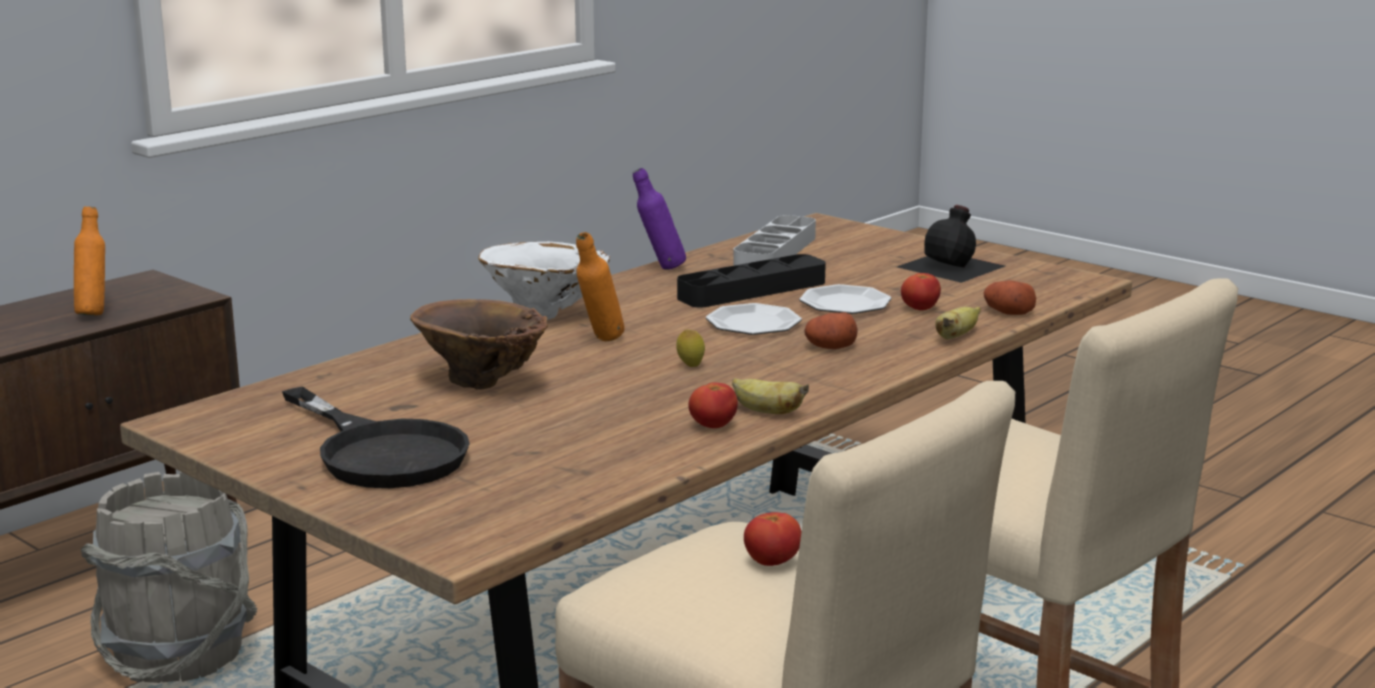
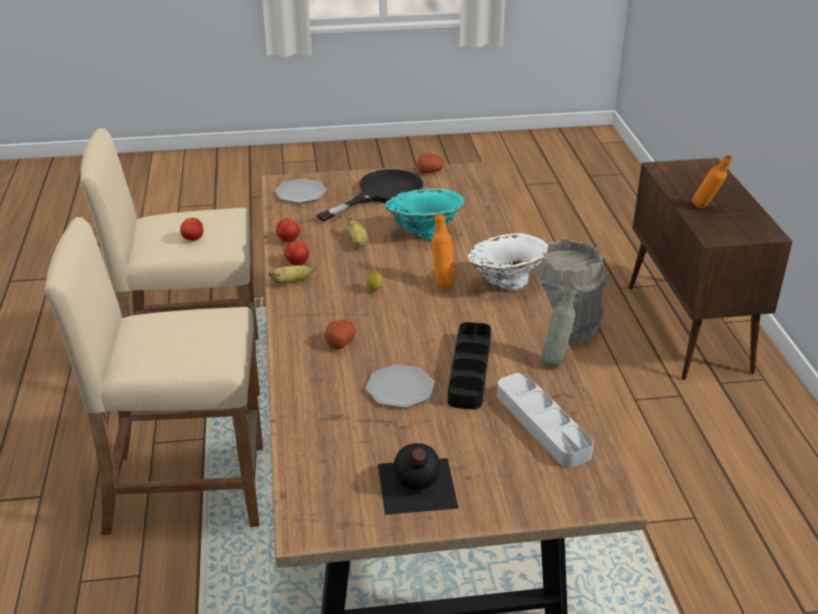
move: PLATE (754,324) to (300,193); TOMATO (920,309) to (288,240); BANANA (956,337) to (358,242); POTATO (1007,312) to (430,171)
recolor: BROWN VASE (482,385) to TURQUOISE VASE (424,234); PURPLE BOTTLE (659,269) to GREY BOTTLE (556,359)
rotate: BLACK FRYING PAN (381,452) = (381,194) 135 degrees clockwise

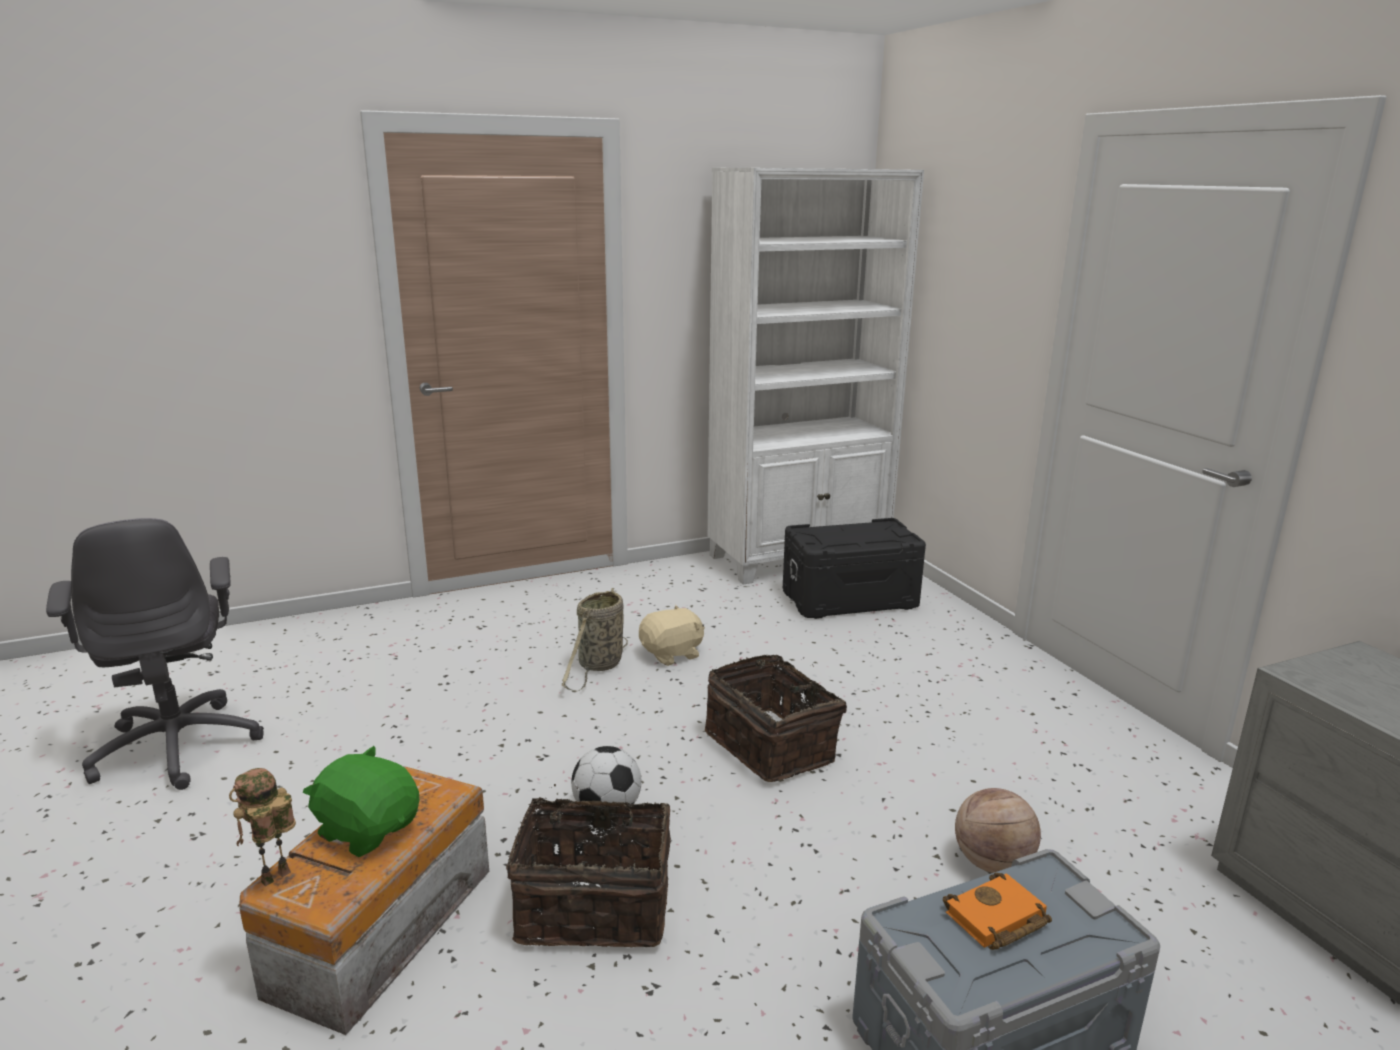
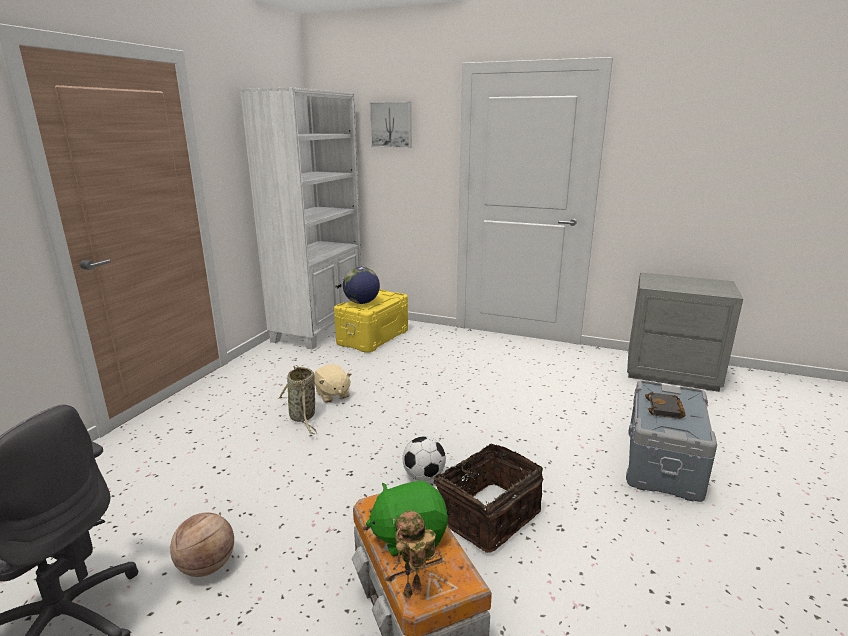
delete: BASKET (773,745)
insert: GLOBE (362,302); PICTURE (391,125)
move: BASKETBALL (992,863) to (206,566)
recolor: BLACK STORAGE BOX (850,599) to YELLOW STORAGE BOX (373,337); ORANGE BOOK (996,920) to BLACK BOOK (665,409)
rotate: TOY ROBOT (275,880) = (413,592) 45 degrees clockwise; BEIGE PLUSH TOY (672,654) = (332,395) 135 degrees clockwise

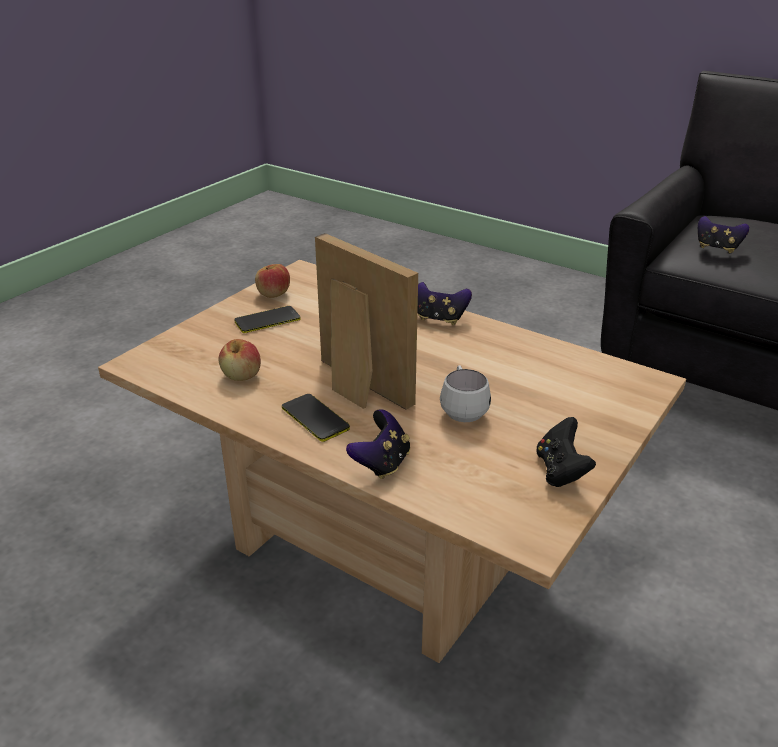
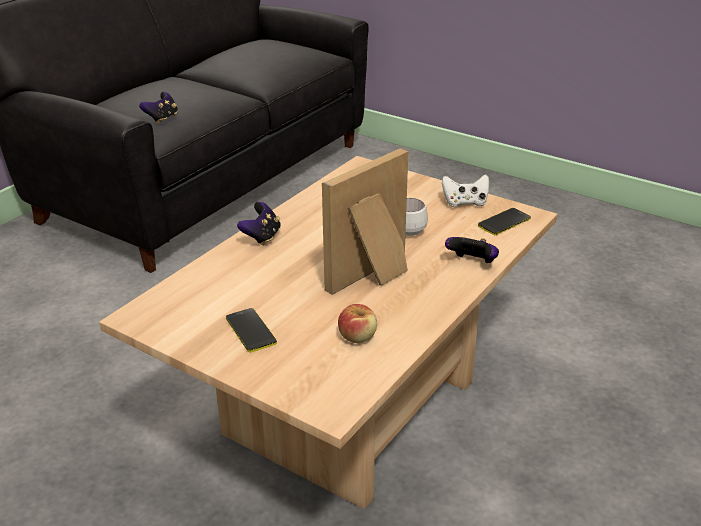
delete: APPLE (273,294)
move: PHONE (315,418) to (504,222)
recolor: BLACK GAME CONTROLLER (560,470) to WHITE GAME CONTROLLER (465,203)

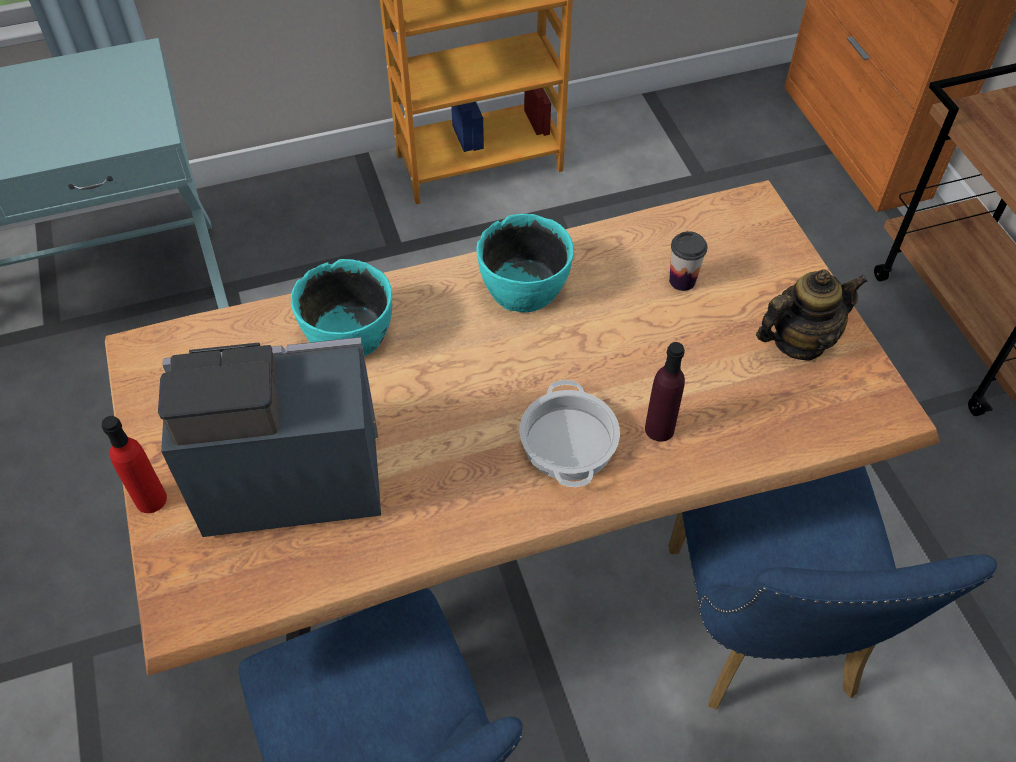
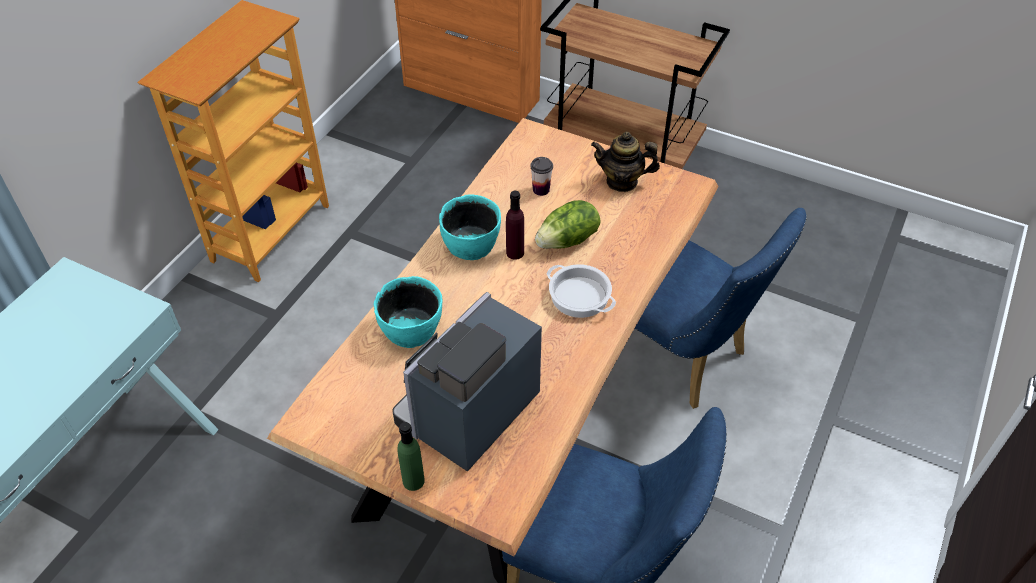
insert: LETTUCE (568,240)
move: PURPLE BOTTLE (659,429) to (515,252)
recolor: RED BOTTLE (151,499) to GREEN BOTTLE (413,481)
rotate: TEAPOT (799,341) = (622,181) 105 degrees counterclockwise

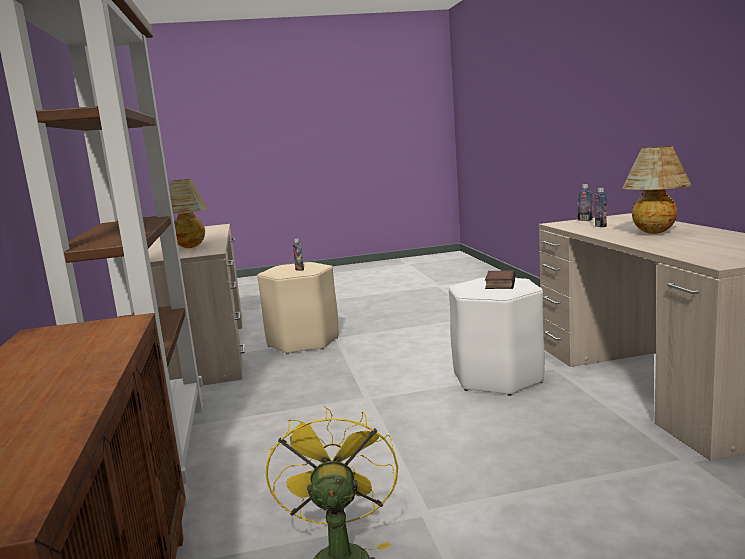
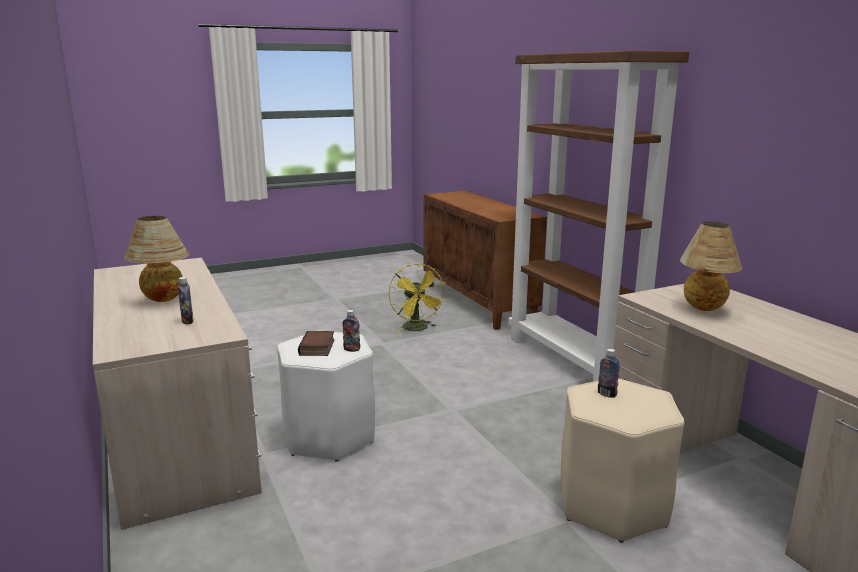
move: BOTTLE (585,220) to (351,349)

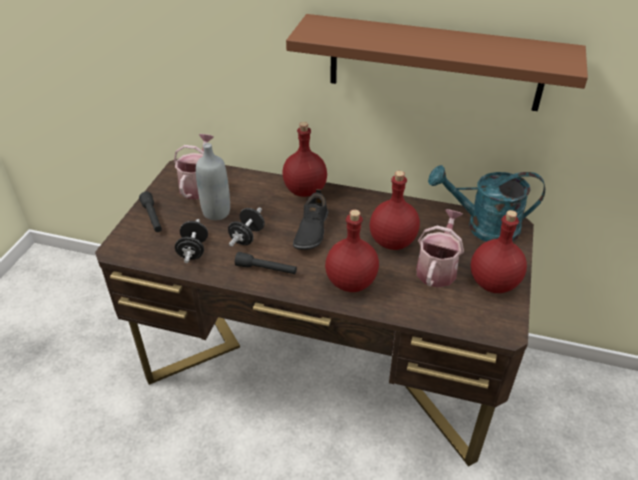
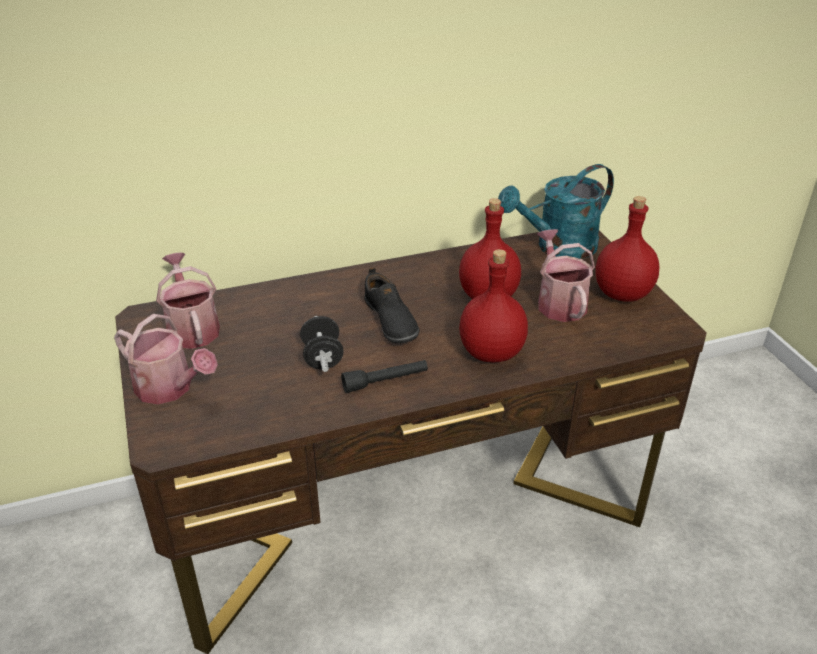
delete: BLACK DUMBBELL (193,250); GREY BOTTLE (216,212); RED BOTTLE (305,190); BROWN SHELF (435,63)
replace: BLACK FLASHLIGHT (152,217) to WATERING CAN (170,388)

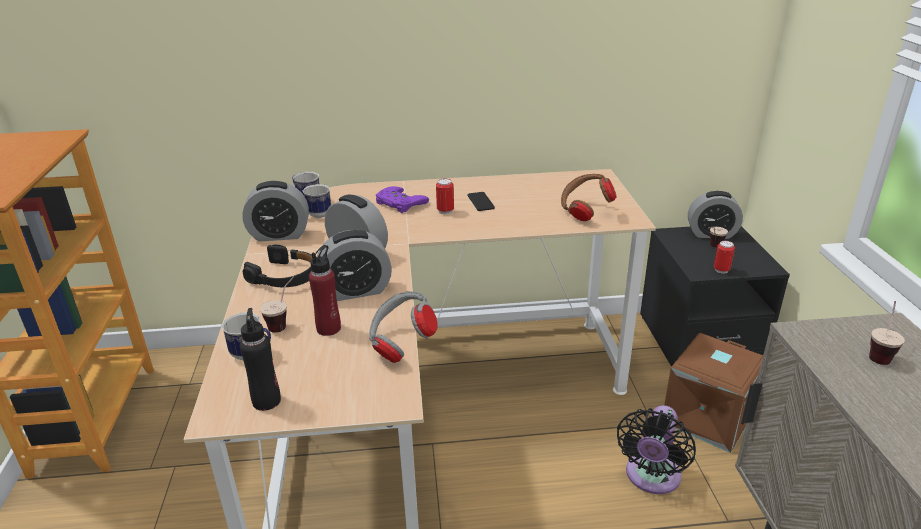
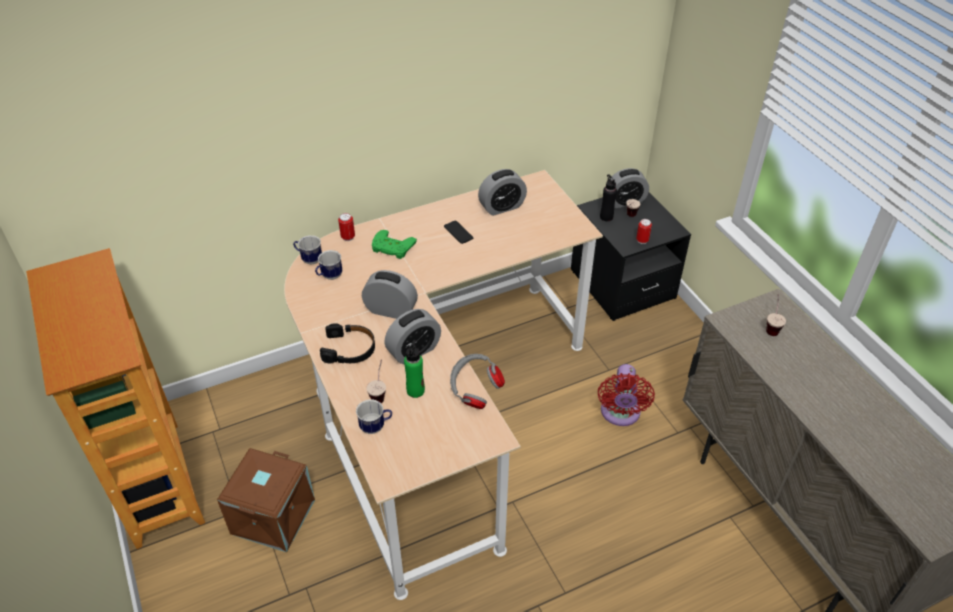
delete: BROWN HEADPHONES (584,212)
move: BLACK BOTTLE (266,401) to (606,217); ALARM CLOCK (279,235) to (502,207); CAN (445,211) to (348,237); BROWN STORAGE BOX (707,416) to (272,515)
recolor: RED BOTTLE (329,328) to GREEN BOTTLE (415,390); PURPLE GAME CONTROLLER (398,203) to GREEN GAME CONTROLLER (391,248); BLACK FAN (651,478) to RED FAN (620,414)

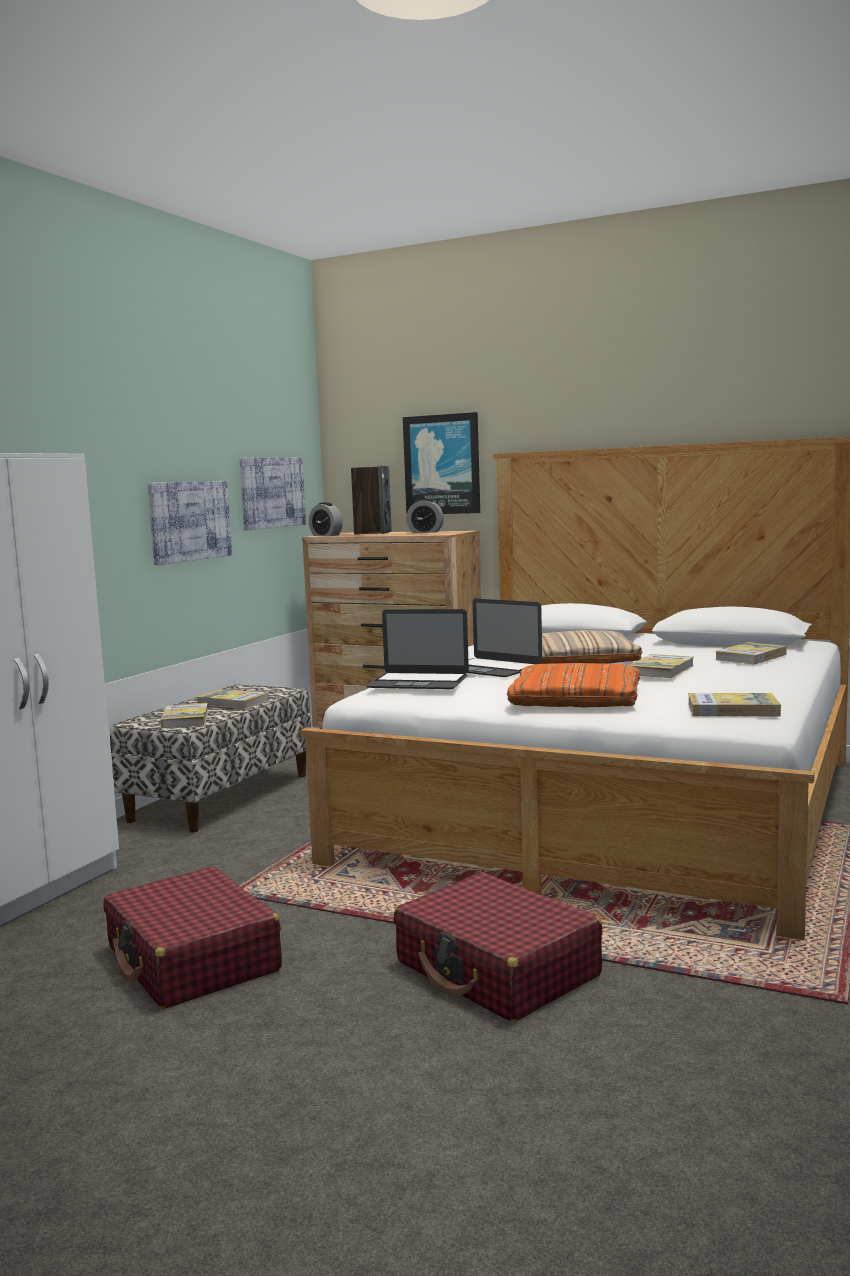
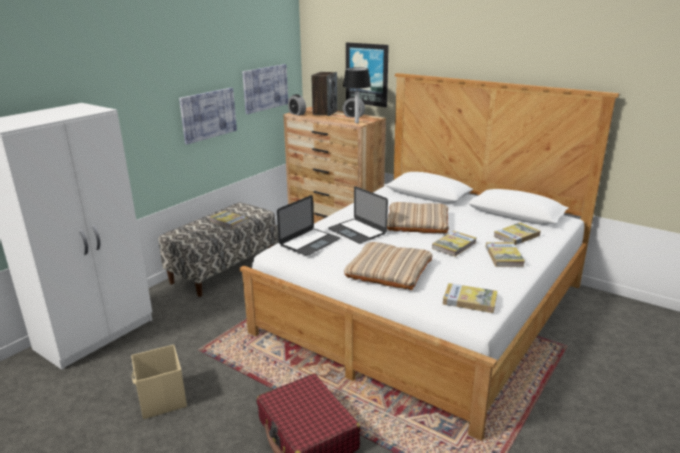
insert: TABLE LAMP (356,122)
move: BOOK (185,719) to (504,256)
replace: RED SUITCASE (192,960) to BEIGE STORAGE BOX (162,400)
recolor: ORANGE PILLOW (576,698) to BEIGE PILLOW (389,271)
rotate: LAPTOP (418,682) = (309,242) 75 degrees counterclockwise

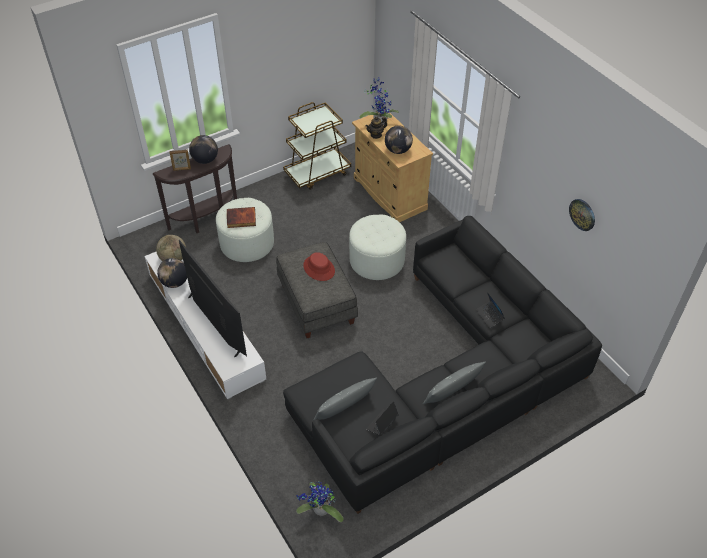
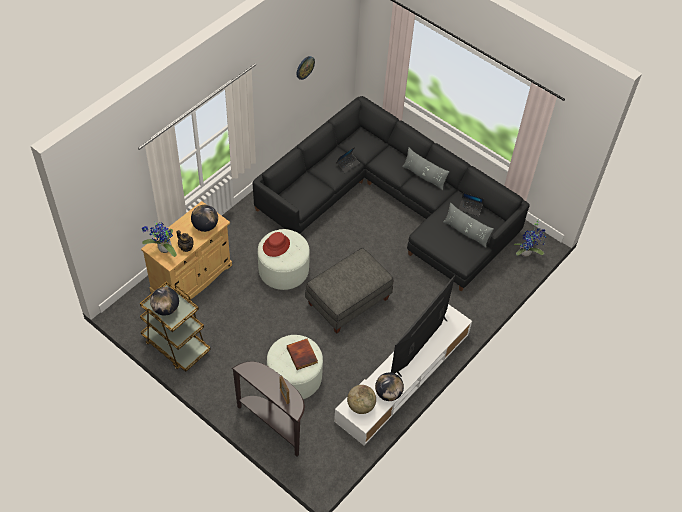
move: GLOBE (205,160) to (166,309); RED HAT (319,268) to (276,245)

